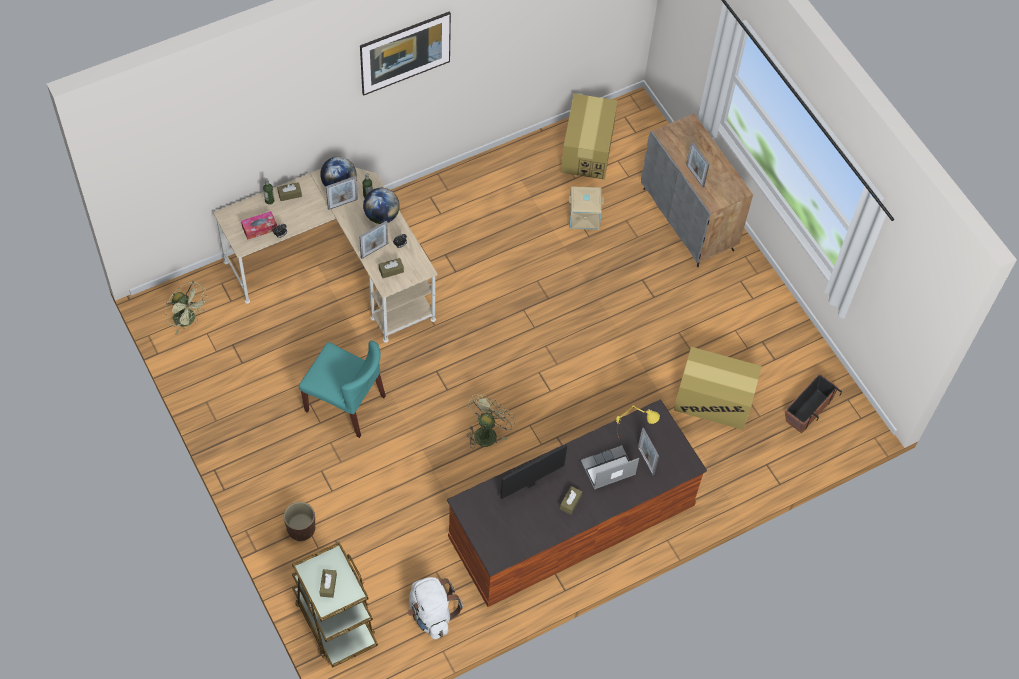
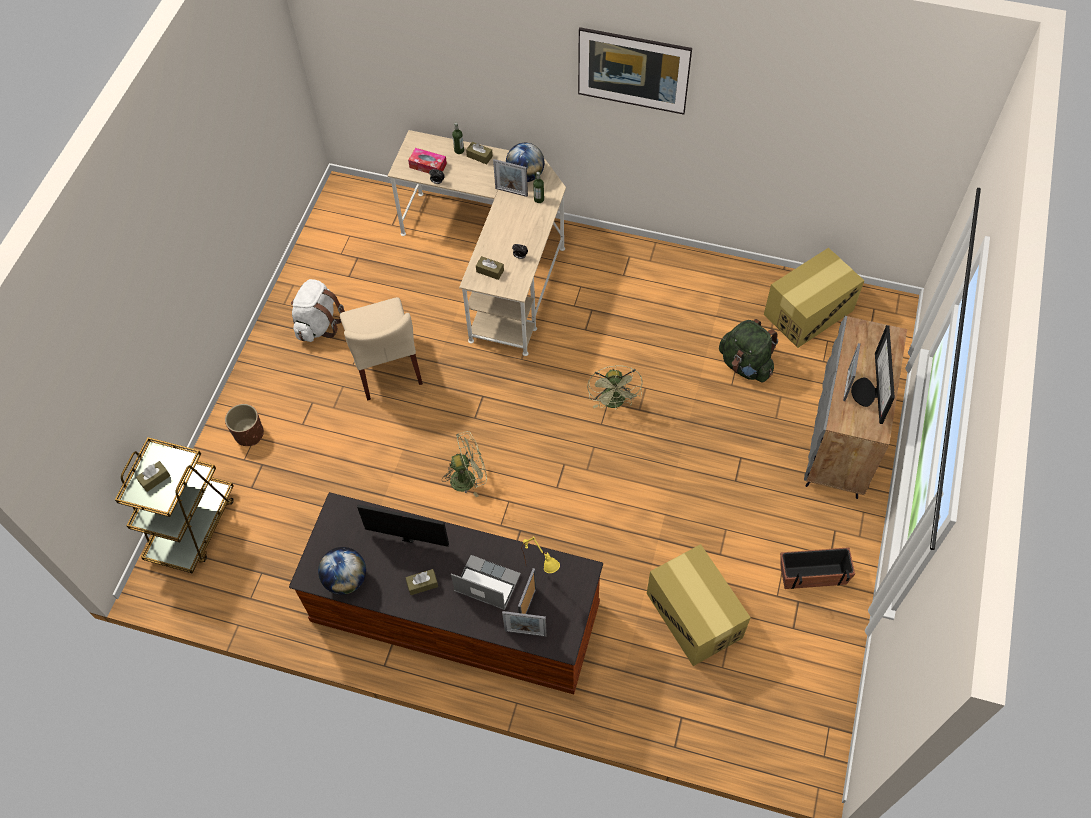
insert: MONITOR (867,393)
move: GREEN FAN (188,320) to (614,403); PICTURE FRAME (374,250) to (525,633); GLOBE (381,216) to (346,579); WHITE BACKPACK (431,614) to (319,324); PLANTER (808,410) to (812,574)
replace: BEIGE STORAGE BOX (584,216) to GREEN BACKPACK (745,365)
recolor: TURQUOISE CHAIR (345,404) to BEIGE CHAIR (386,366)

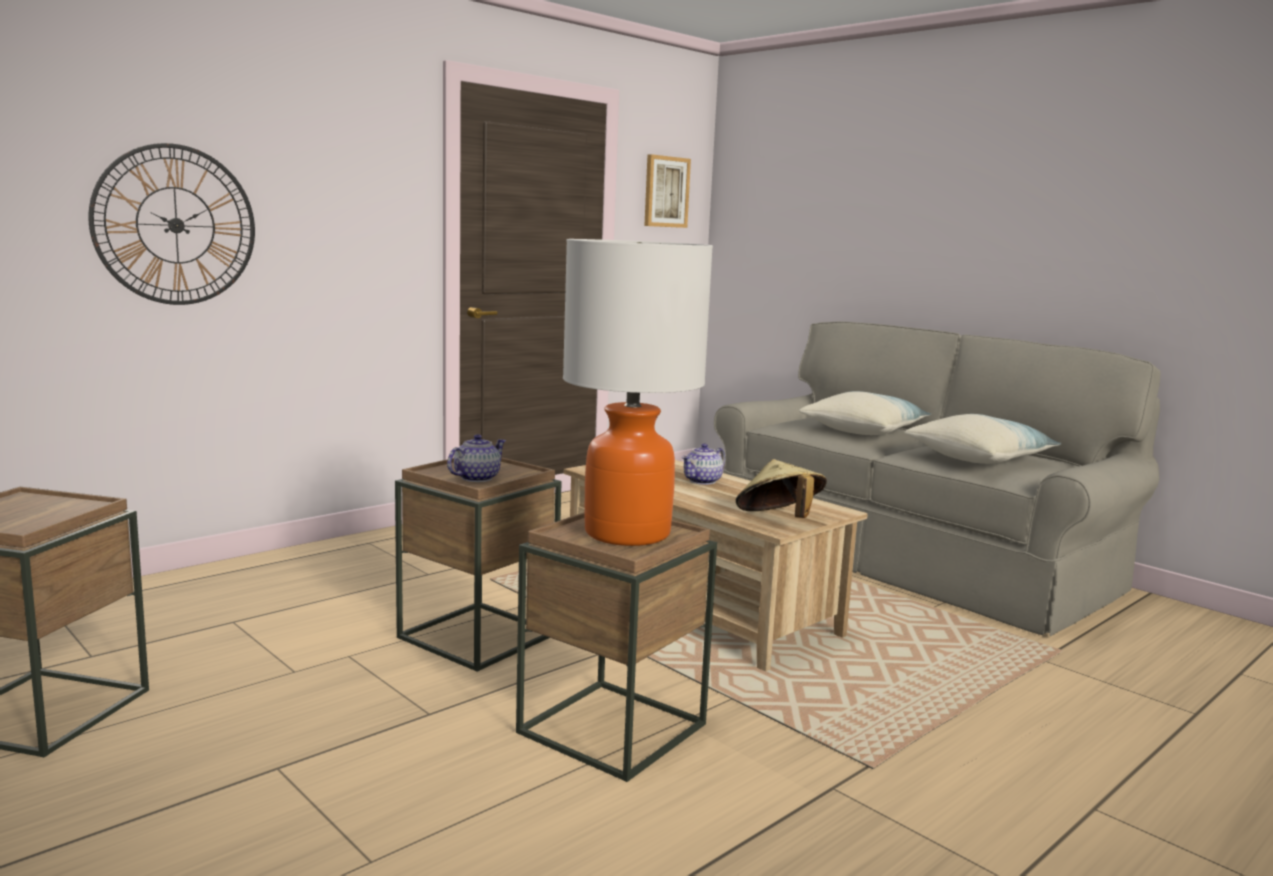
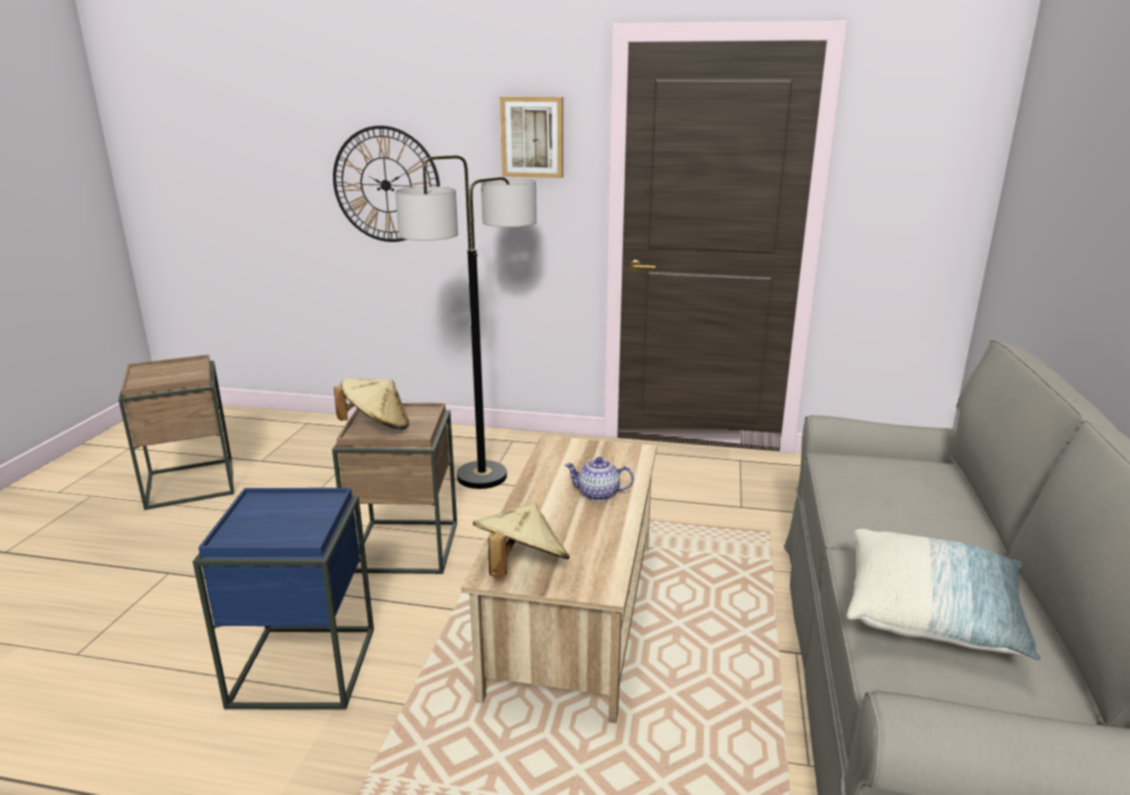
delete: TABLE LAMP (627,533); PILLOW (863,430)
insert: FLOOR LAMP (482,476)
move: PICTURE (666,192) to (532,137)
replace: TEAPOT (476,478) to BEIGE HAT (377,426)
recolor: BROWN SIDE TABLE (612,729) to BLUE SIDE TABLE (303,667)

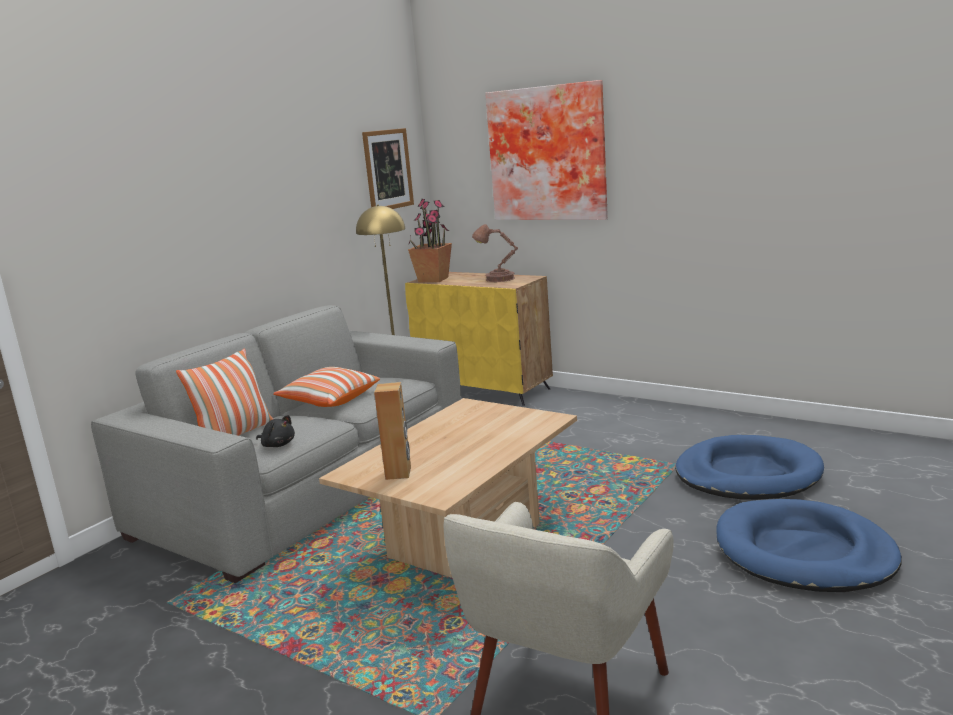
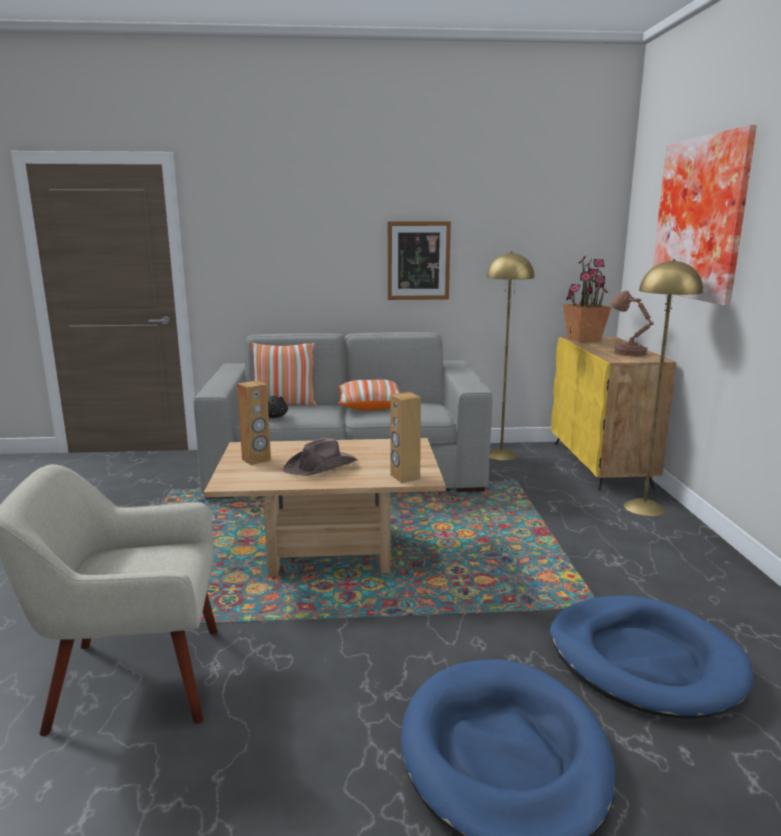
insert: BROWN HAT (322,466); BROWN SPEAKER (404,477); YELLOW FLOOR LAMP (644,507)
move: PICTURE (388,170) to (418,261)

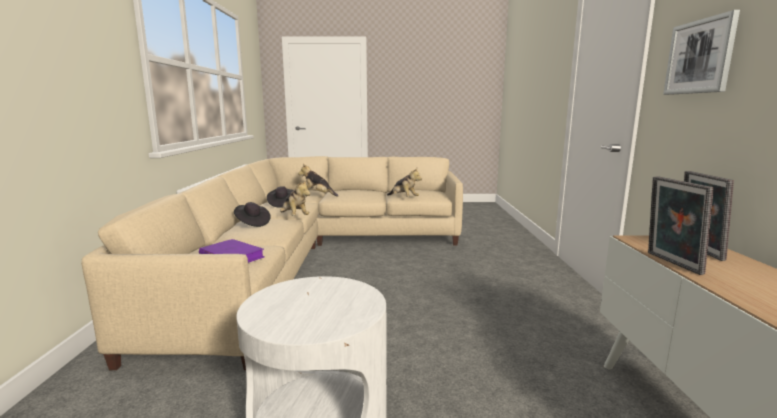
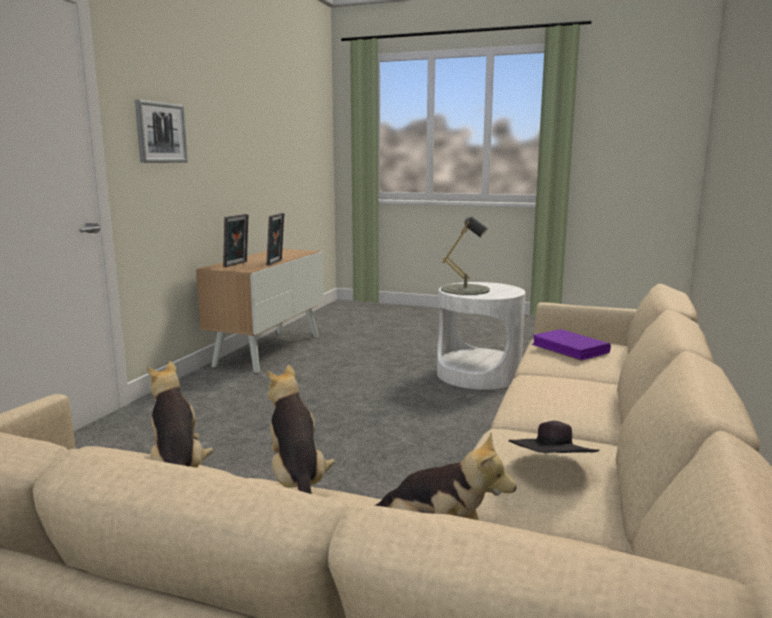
delete: BLACK HAT (252,223)
insert: GREY TABLE LAMP (465,289)
move: PLUSH TOY (294,217) to (298,482)

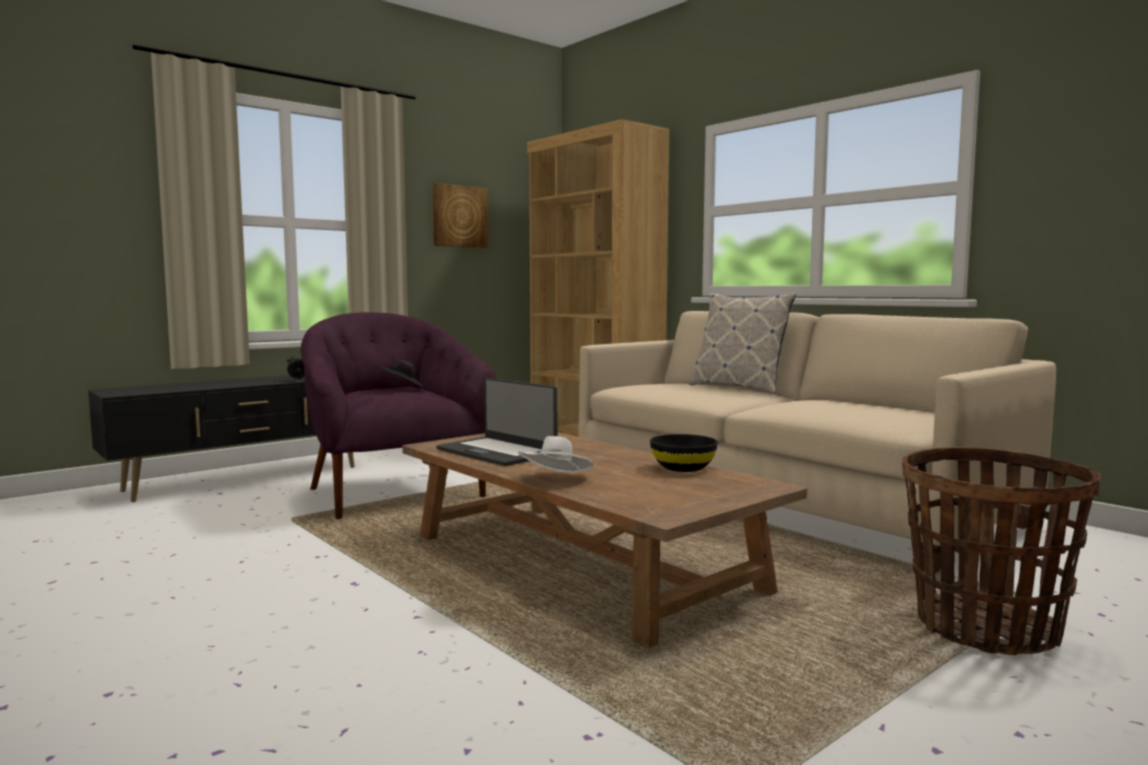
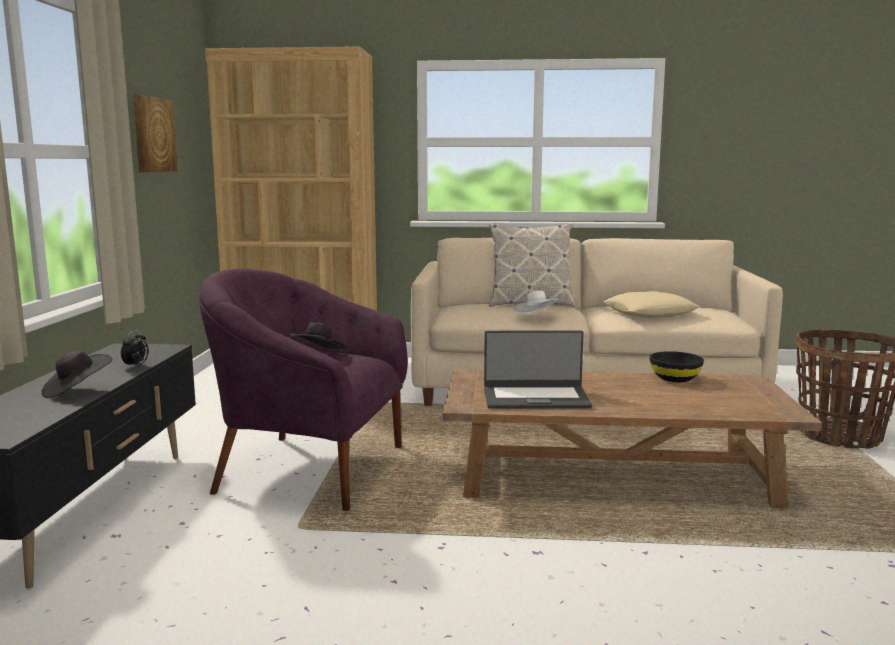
insert: BLACK HAT (77,391); BEIGE PILLOW (649,313)
move: WHITE HAT (556,479) to (536,317)

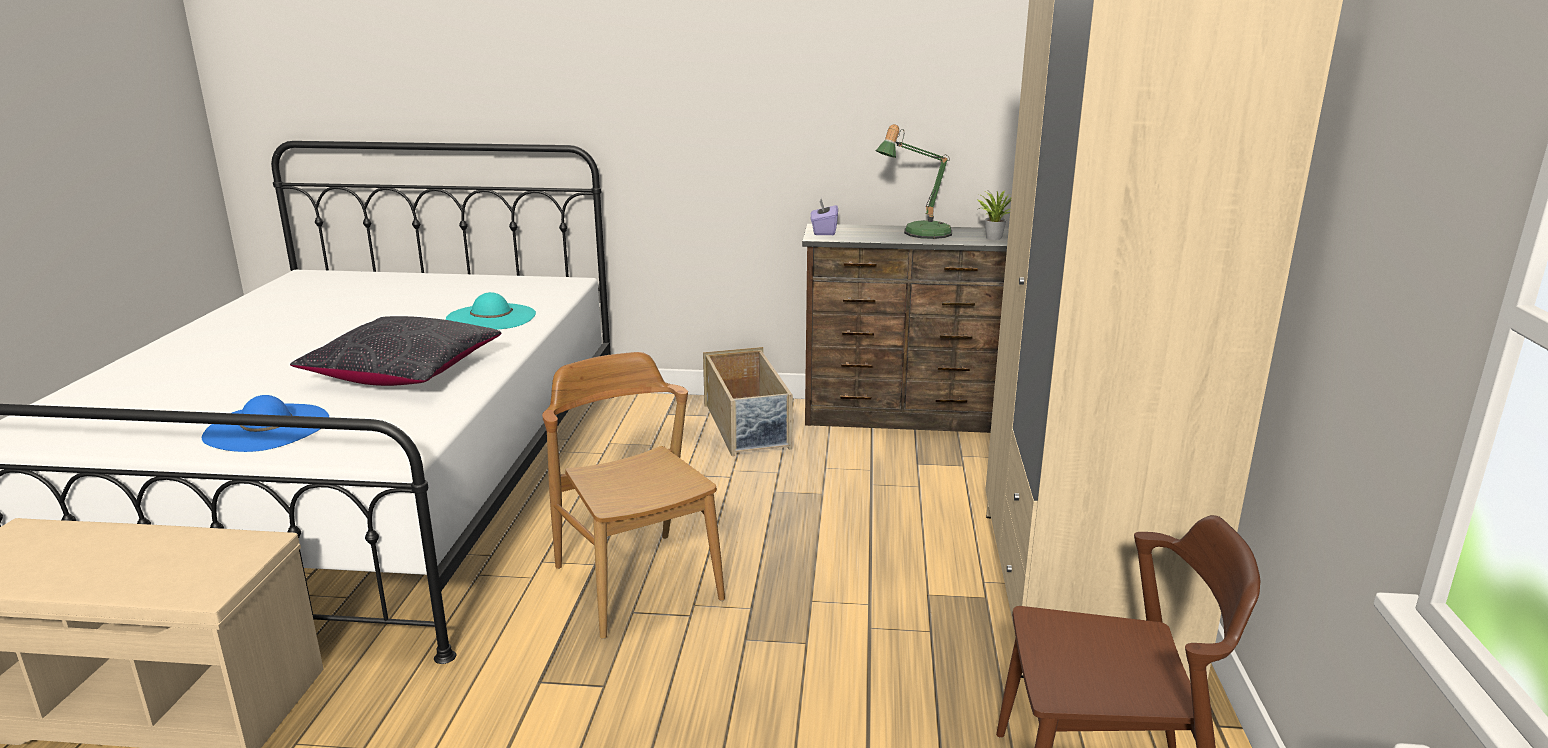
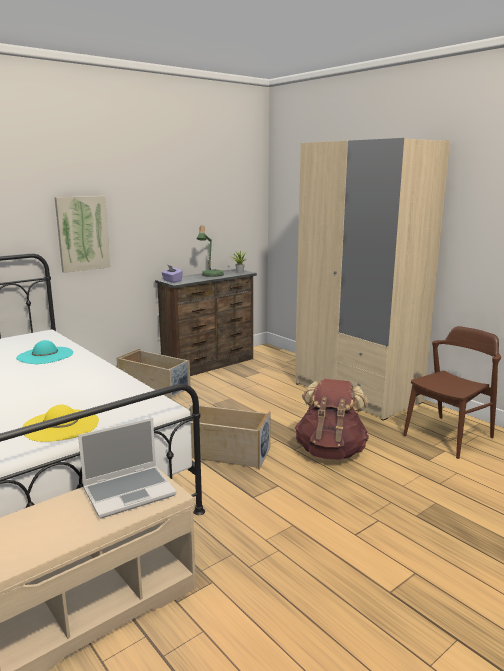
delete: BLACK PILLOW (403,372)
insert: PICTURE (82,233); LAPTOP (130,491); BROWN BACKPACK (331,451)
replace: BROWN CHAIR (637,582) to BEIGE STORAGE BOX (222,452)
recolor: BLUE HAT (267,427) to YELLOW HAT (61,425)

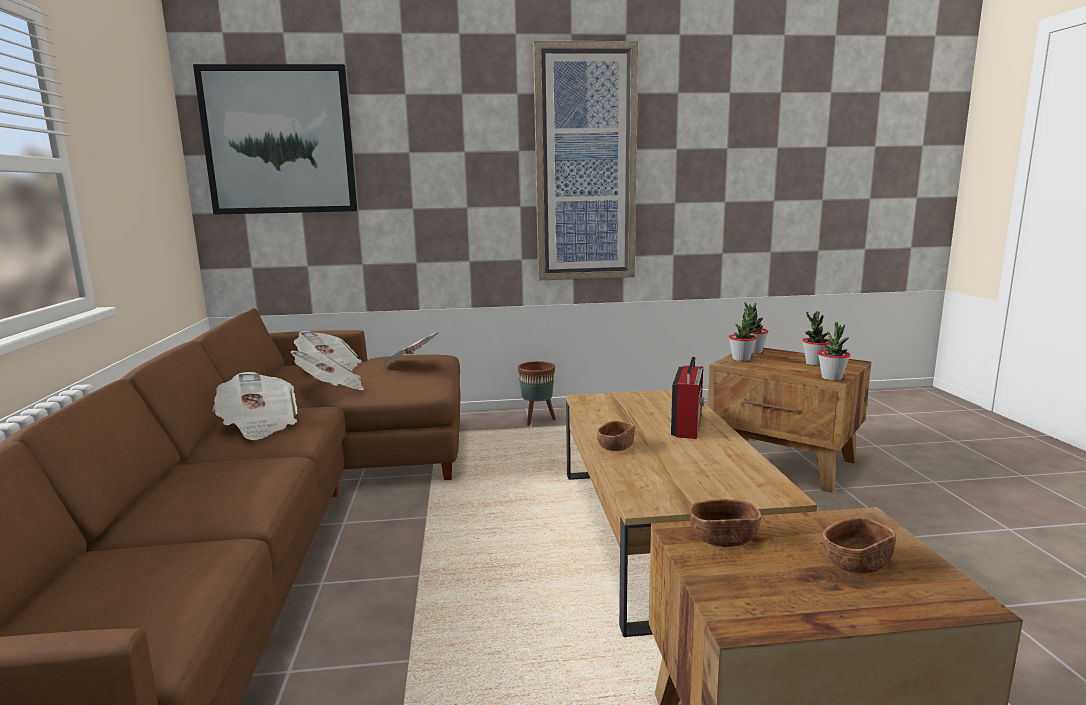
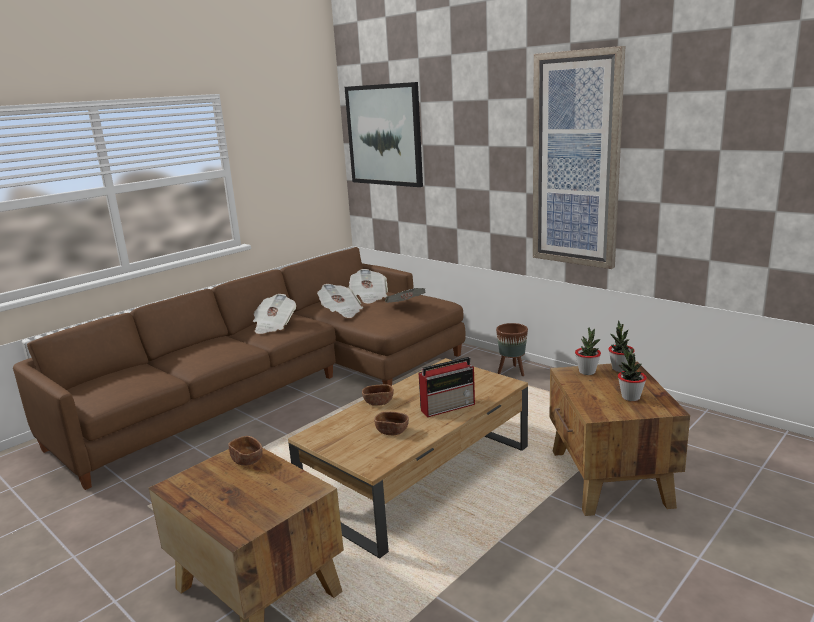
delete: POTTED PLANT (831,378)
move: BROWN BOWL (856,563) to (392,431)

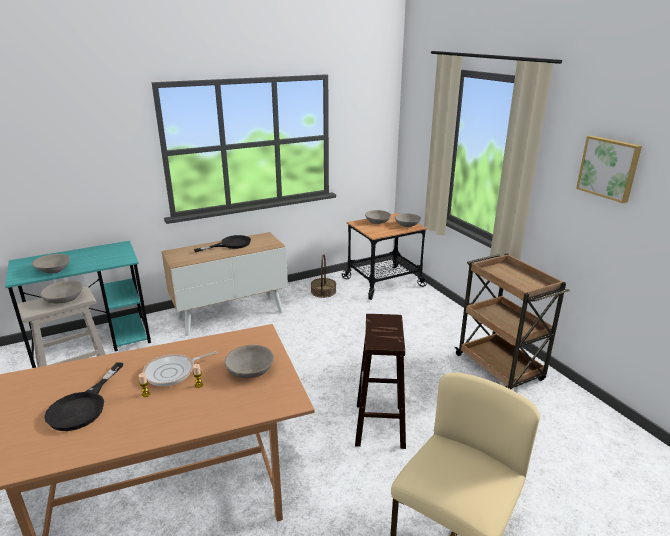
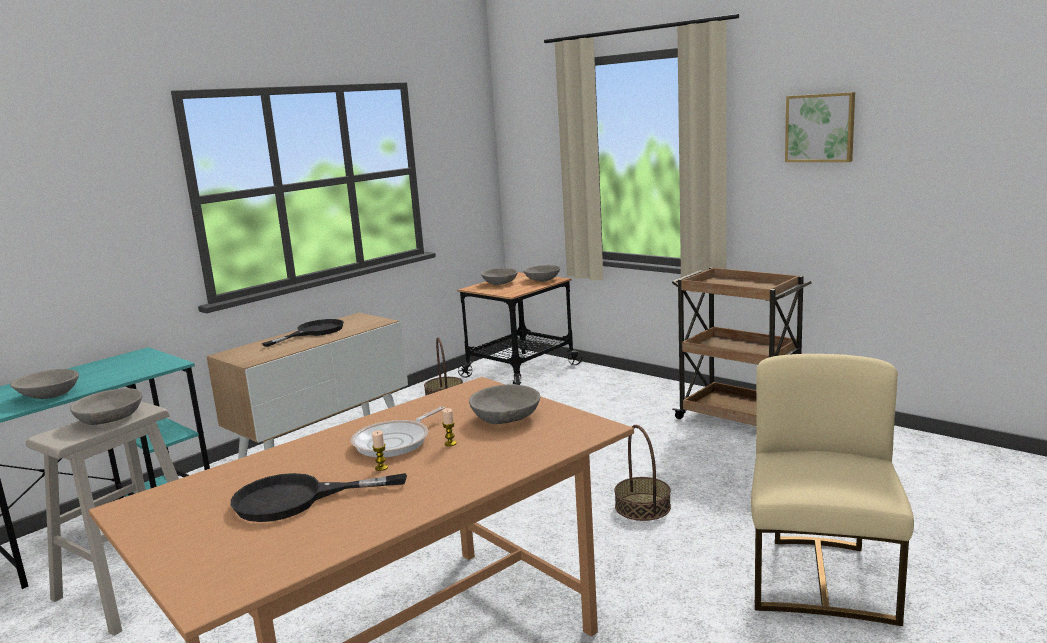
replace: BROWN STOOL (380,426) to BASKET (643,507)
rotate: BLACK FRYING PAN (83,406) = (296,499) 90 degrees clockwise

